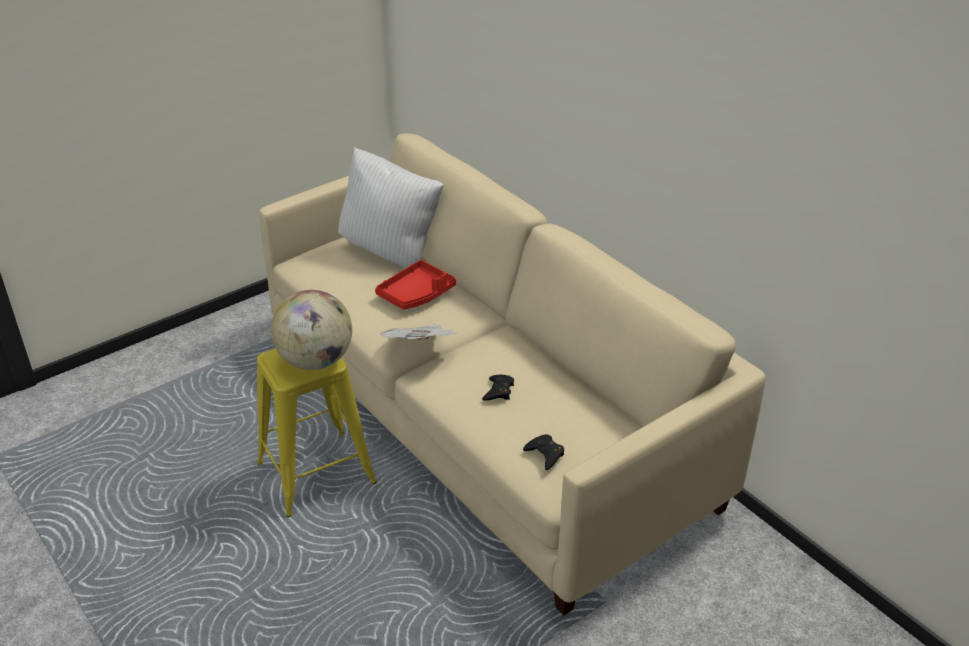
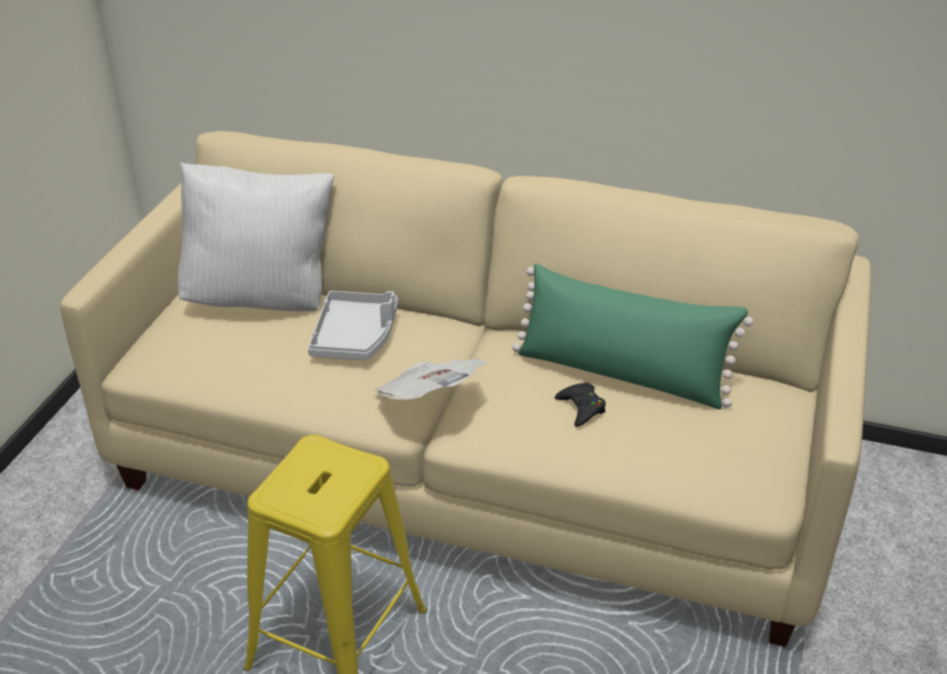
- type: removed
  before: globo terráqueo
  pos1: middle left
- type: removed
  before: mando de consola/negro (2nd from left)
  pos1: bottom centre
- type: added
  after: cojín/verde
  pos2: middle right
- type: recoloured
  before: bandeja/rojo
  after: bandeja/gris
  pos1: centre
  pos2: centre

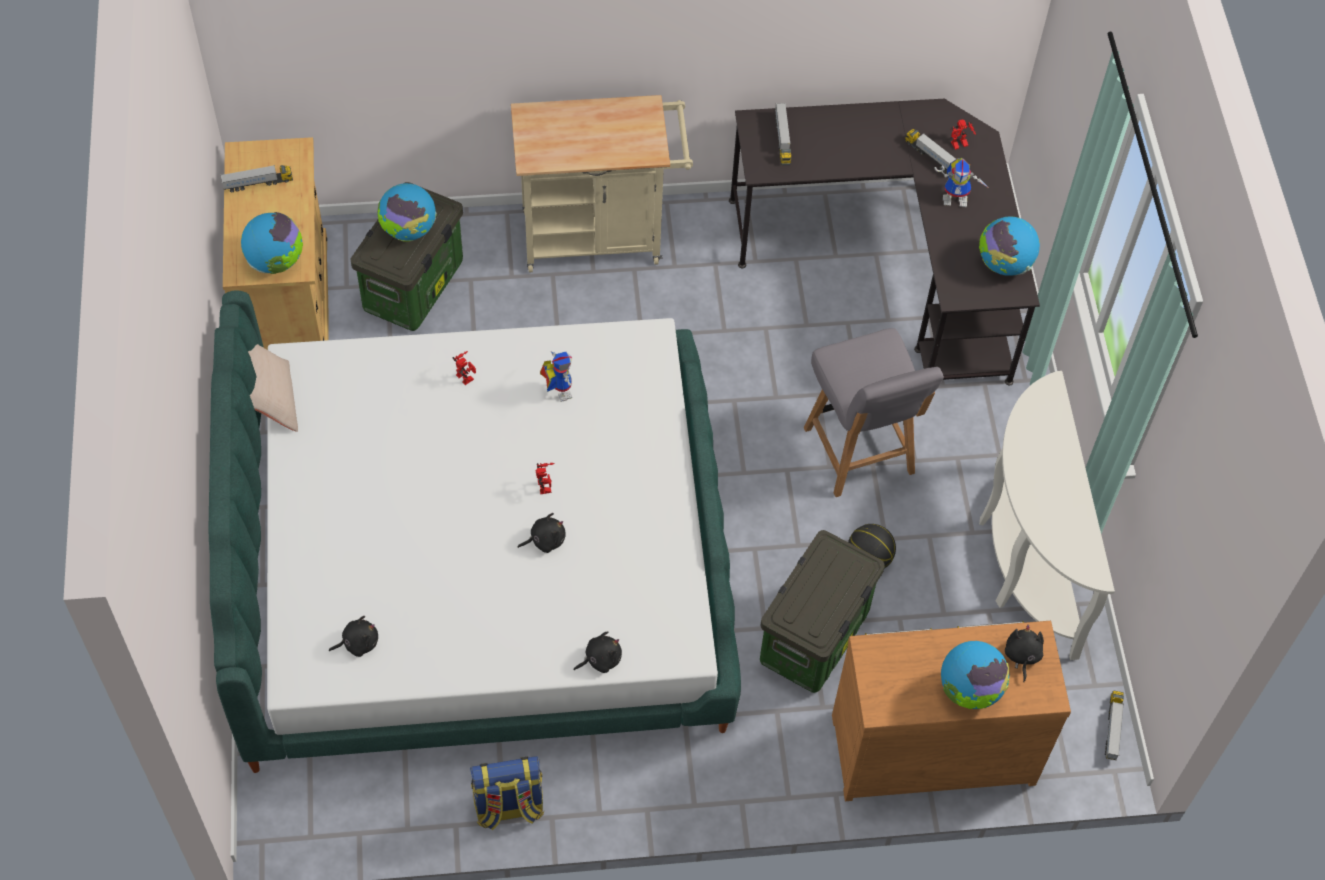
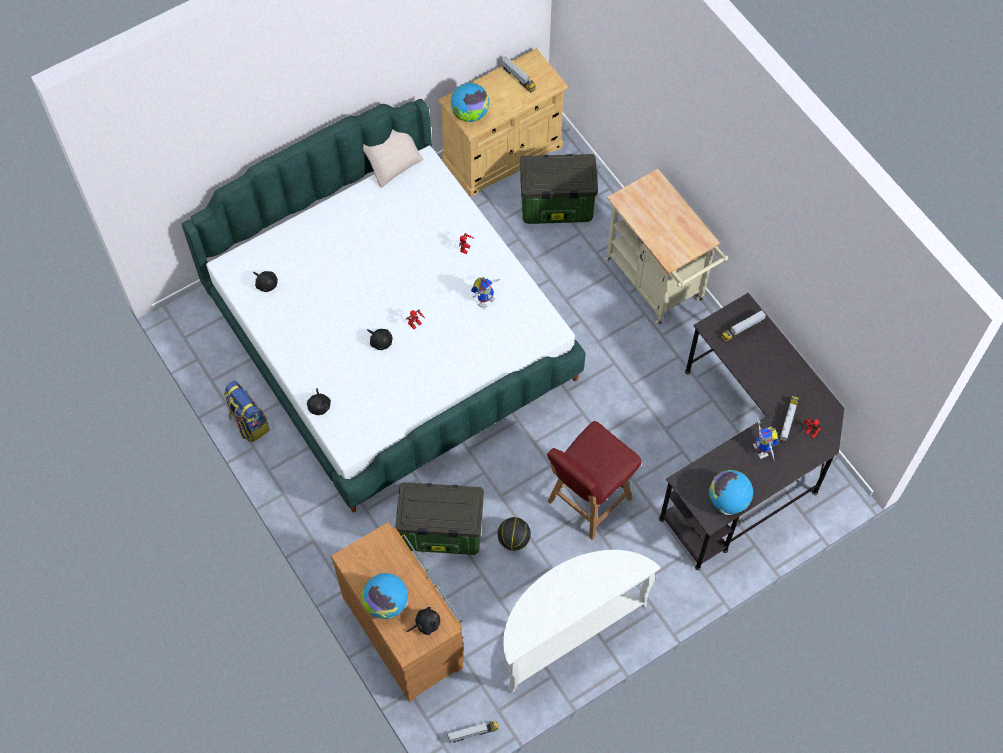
- type: removed
  before: globo terráqueo (2nd from left)
  pos1: top left
- type: recoloured
  before: silla/gris
  after: silla/rojo
  pos1: centre
  pos2: centre
- type: turned
  before: peluche/negro (3rd from left in the first image)
  pos1: bottom centre
  pos2: middle left
  turn: 45

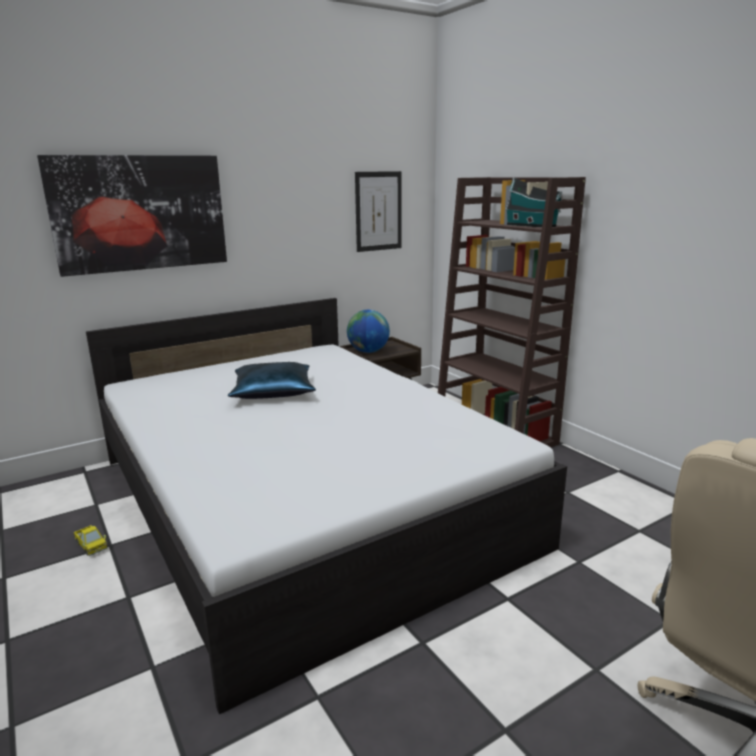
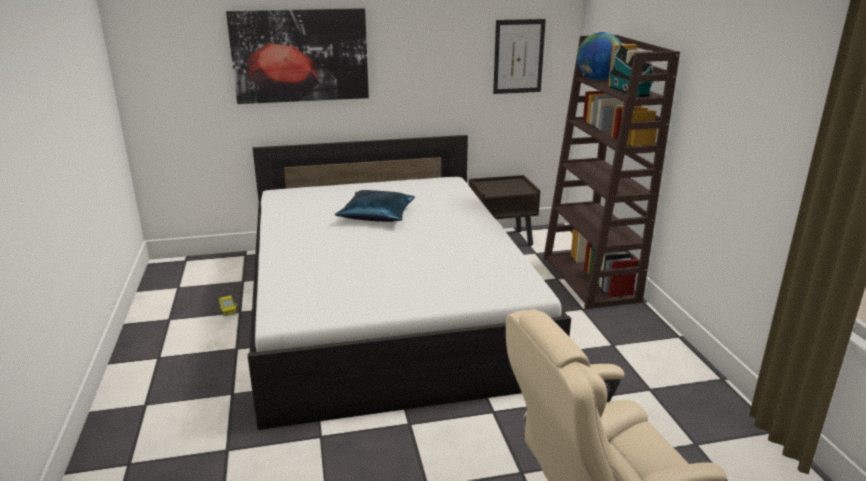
- type: moved
  before: globo terráqueo
  pos1: centre
  pos2: top right

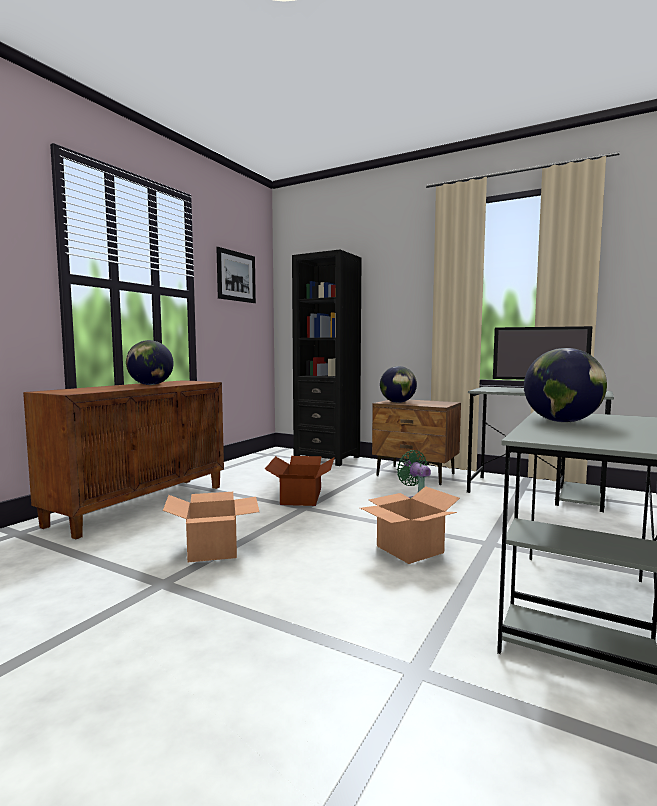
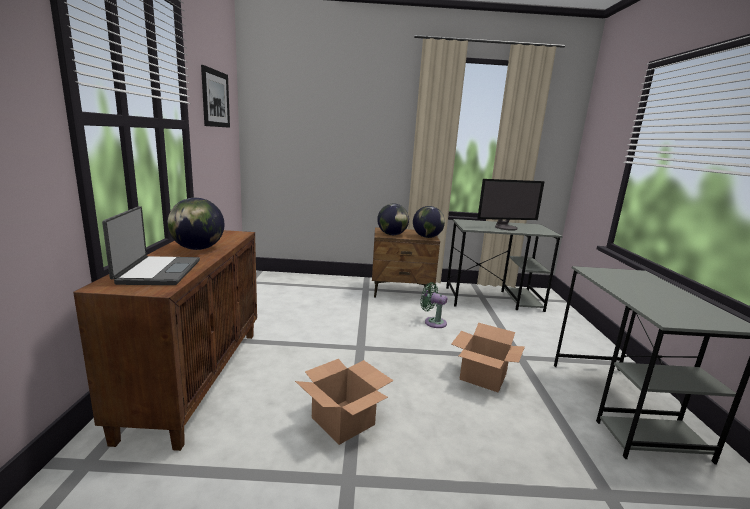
- type: removed
  before: caja de cartón (2nd from left)
  pos1: centre
- type: removed
  before: estantería/negro
  pos1: centre
- type: added
  after: portátil
  pos2: middle left
- type: moved
  before: globo terráqueo (3rd from left)
  pos1: middle right
  pos2: centre

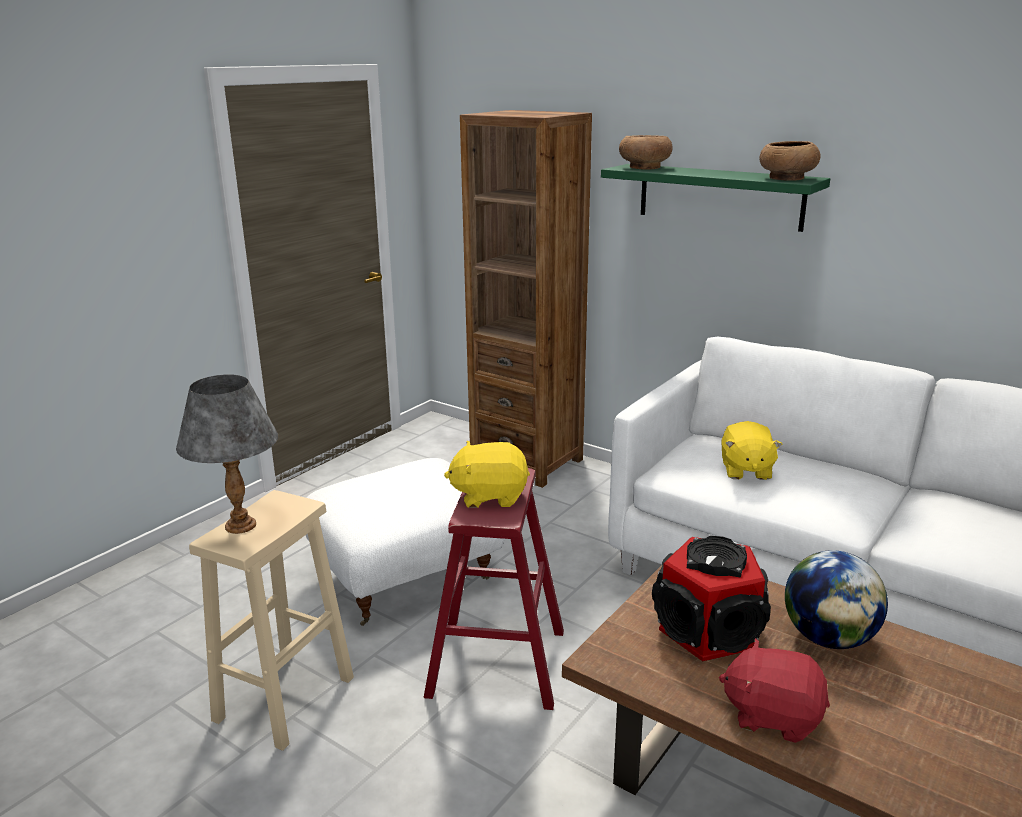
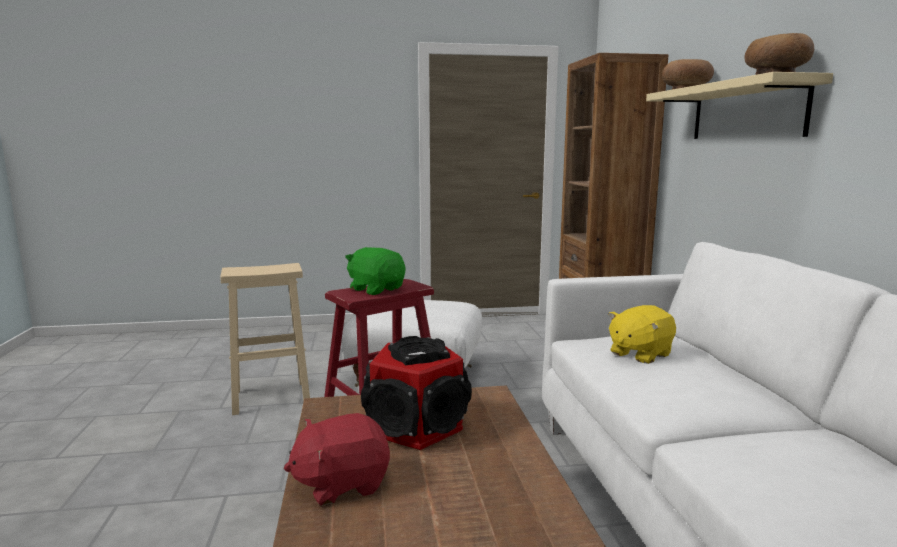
- type: removed
  before: lámpara de mesa/gris
  pos1: middle left
- type: removed
  before: globo terráqueo
  pos1: bottom right
- type: recoloured
  before: peluche/amarillo (1st from left)
  after: peluche/verde
  pos1: centre
  pos2: centre
- type: recoloured
  before: estante/verde
  after: estante/beis
  pos1: top right
  pos2: top right
- type: turned
  before: peluche/rojo
  pos1: bottom right
  pos2: bottom centre
  turn: -90

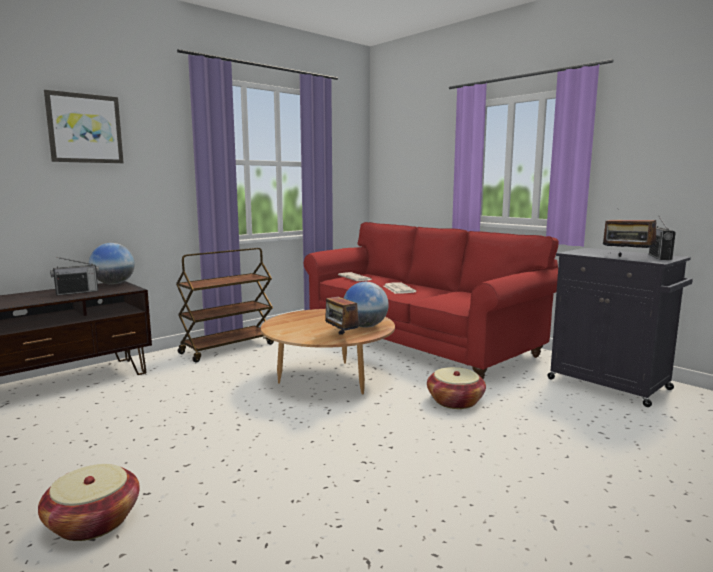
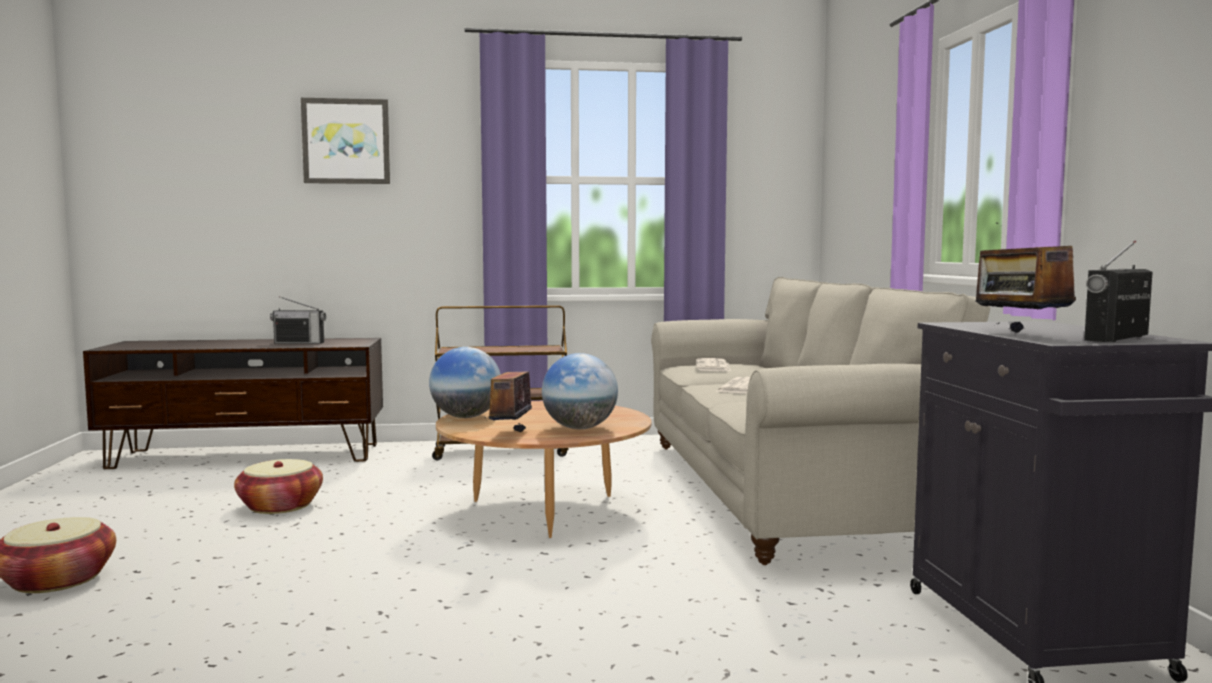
- type: moved
  before: globo terráqueo (1st from left)
  pos1: middle left
  pos2: centre
- type: moved
  before: cesta (2nd from left)
  pos1: bottom centre
  pos2: bottom left
- type: recoloured
  before: sofá/rojo
  after: sofá/beis
  pos1: centre
  pos2: middle right

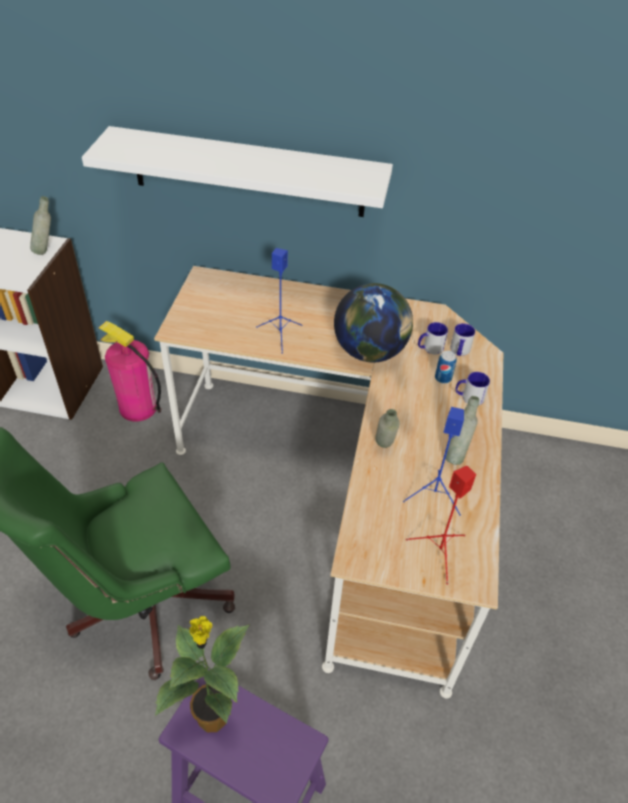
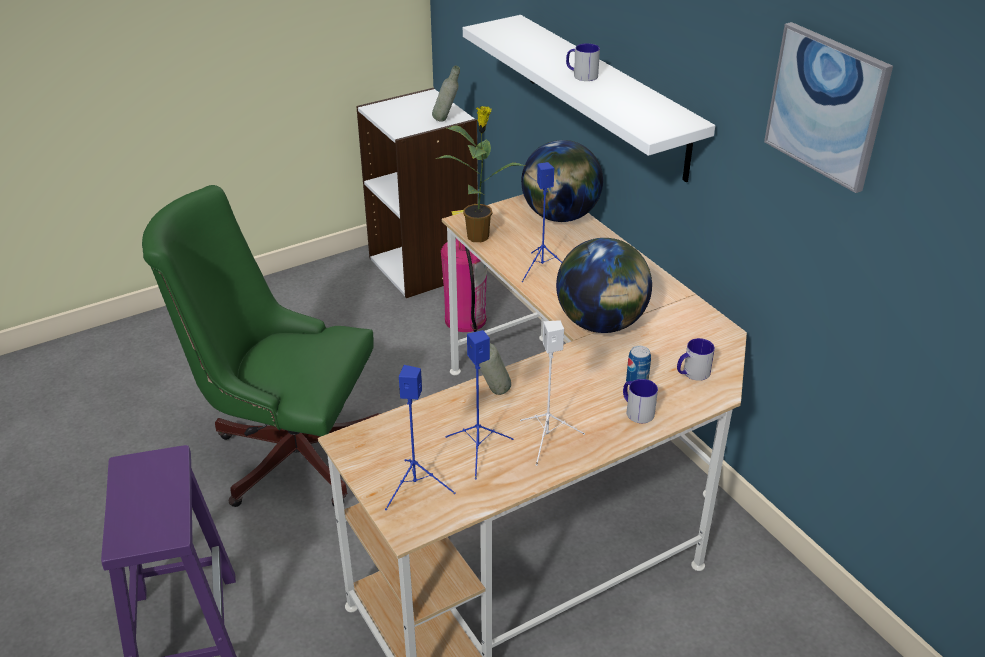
- type: added
  after: globo terráqueo (1st from left)
  pos2: top centre
- type: added
  after: cuadro
  pos2: top right
- type: moved
  before: planta en maceta
  pos1: bottom left
  pos2: top centre
- type: moved
  before: taza grande (1st from left)
  pos1: middle right
  pos2: top centre
- type: replaced
  before: botella/gris (3rd from left)
  after: altavoz/blanco
  pos1: middle right
  pos2: centre
- type: recoloured
  before: altavoz/rojo
  after: altavoz/azul (1st from left)
  pos1: middle right
  pos2: centre

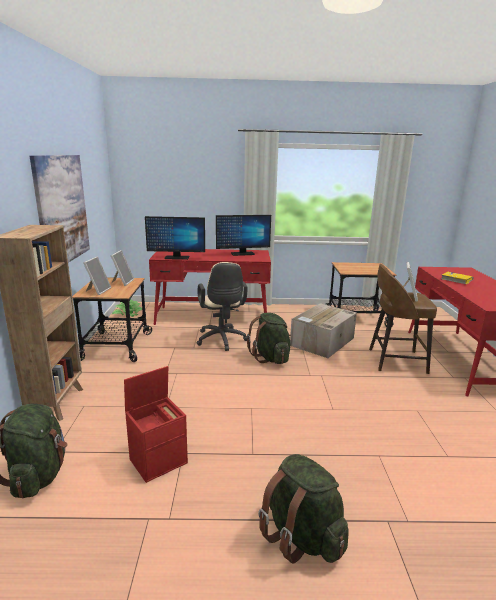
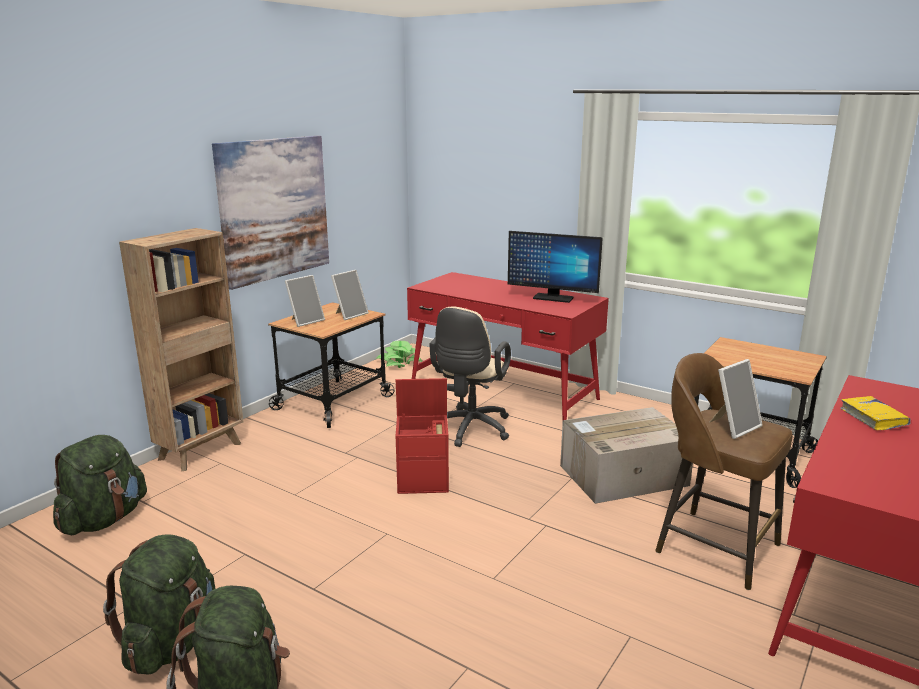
- type: removed
  before: monitor (1st from left)
  pos1: centre
- type: moved
  before: caja de almacenaje/rojo
  pos1: bottom left
  pos2: centre
- type: moved
  before: mochila/verde (2nd from left)
  pos1: centre
  pos2: bottom left

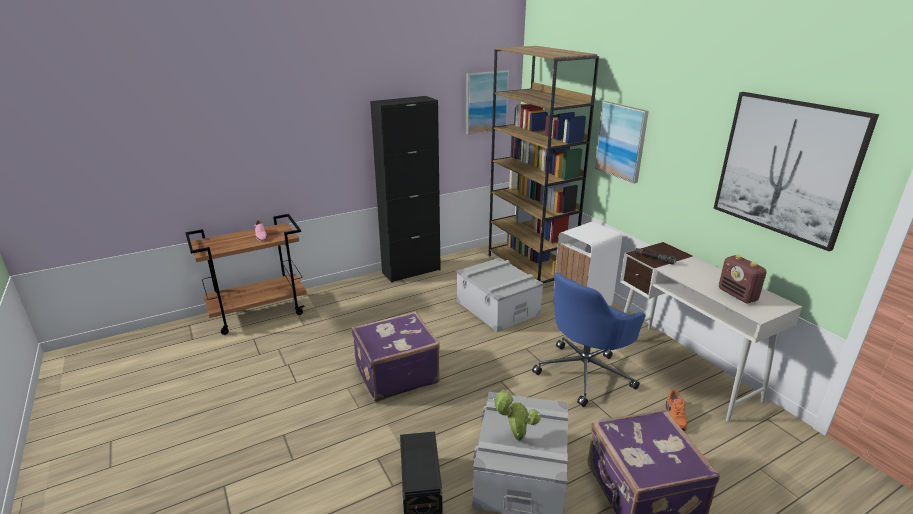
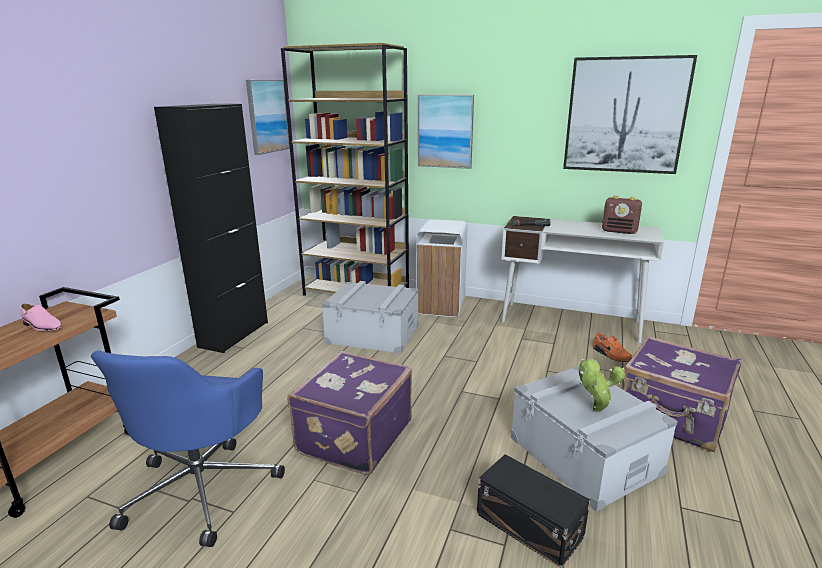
- type: moved
  before: silla de oficina/azul
  pos1: centre
  pos2: bottom left

